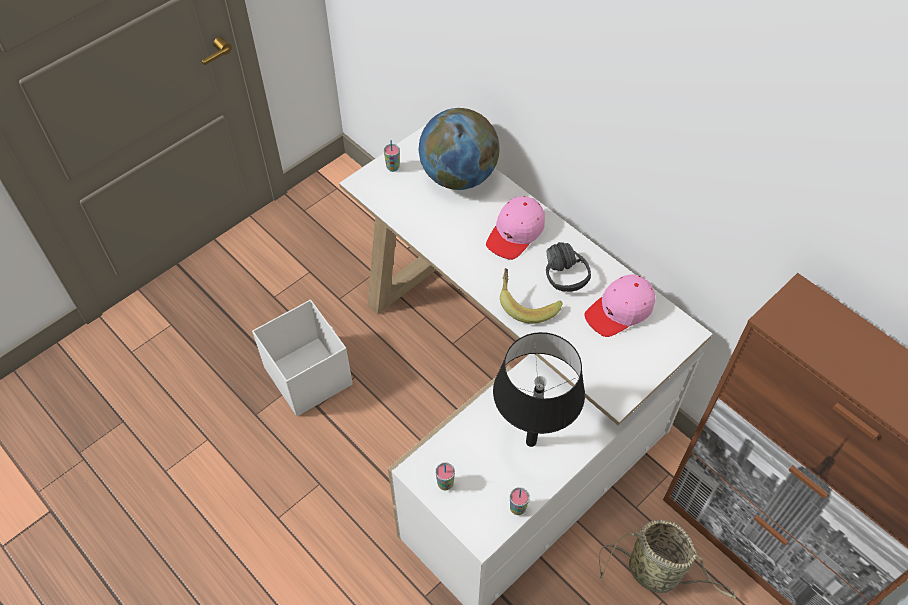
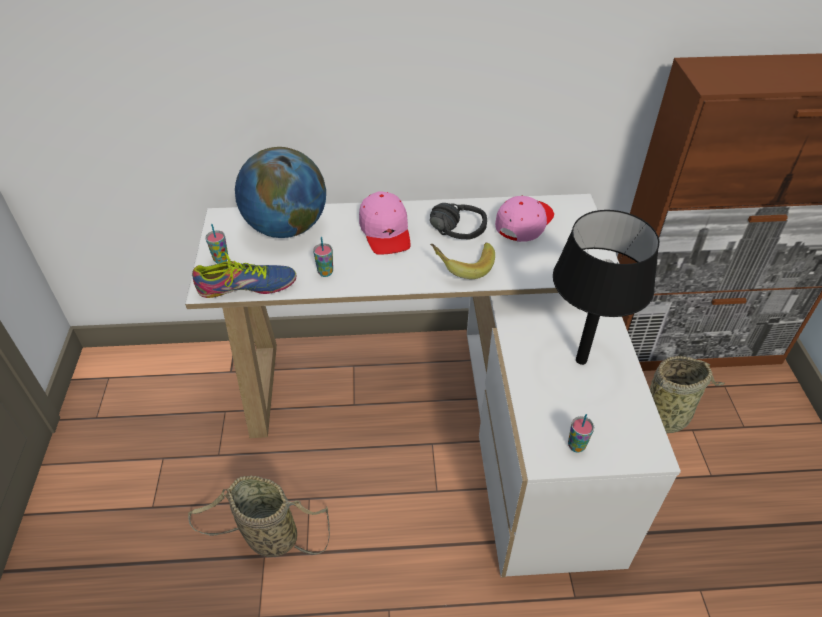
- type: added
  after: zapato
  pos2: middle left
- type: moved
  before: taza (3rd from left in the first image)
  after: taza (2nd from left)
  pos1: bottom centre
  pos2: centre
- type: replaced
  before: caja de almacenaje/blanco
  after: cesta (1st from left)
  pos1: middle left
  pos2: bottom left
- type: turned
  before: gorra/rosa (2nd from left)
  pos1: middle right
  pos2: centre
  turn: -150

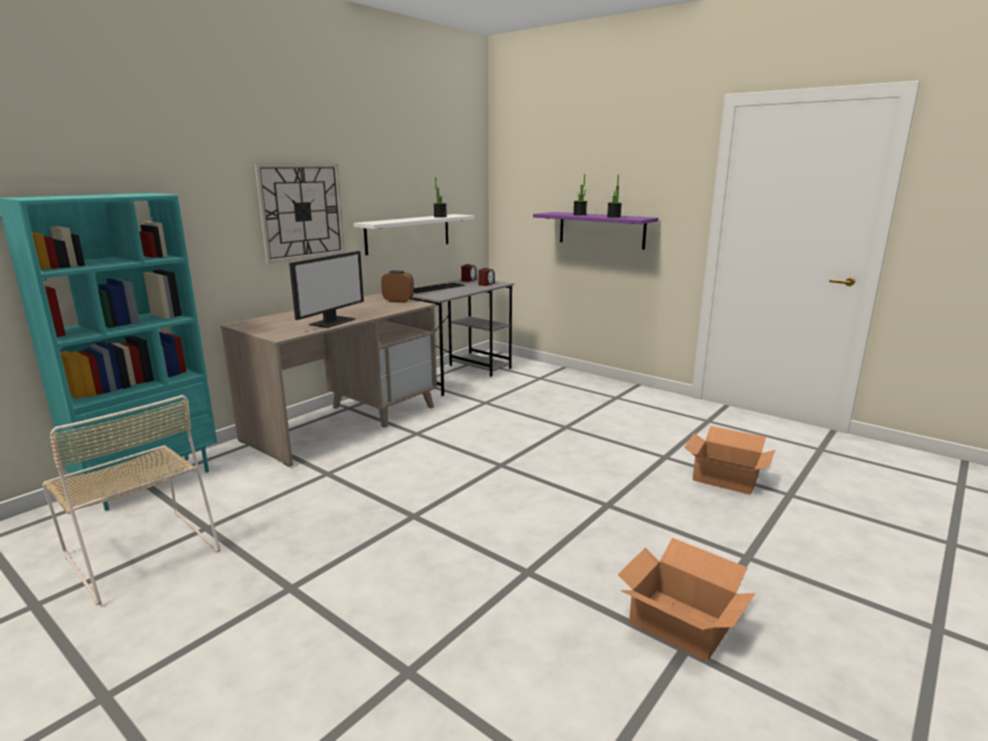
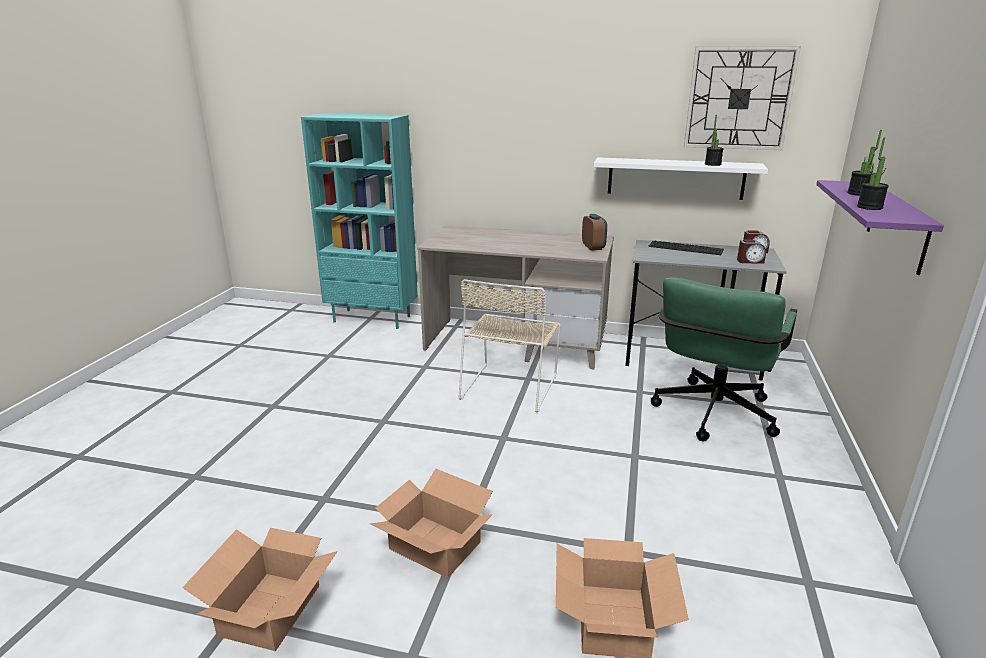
- type: removed
  before: monitor
  pos1: middle left
- type: added
  after: caja de cartón (2nd from left)
  pos2: bottom centre
- type: added
  after: silla de oficina/verde
  pos2: middle right
- type: moved
  before: silla/beis
  pos1: bottom left
  pos2: centre
- type: moved
  before: reloj de pared
  pos1: top left
  pos2: top right

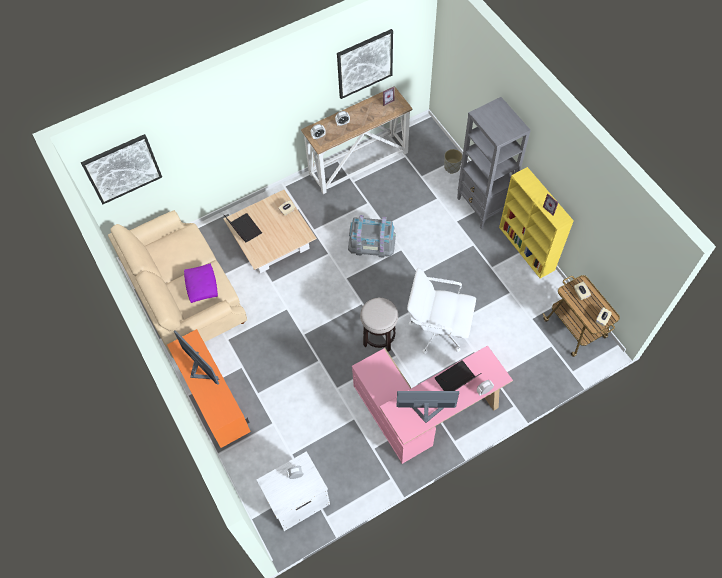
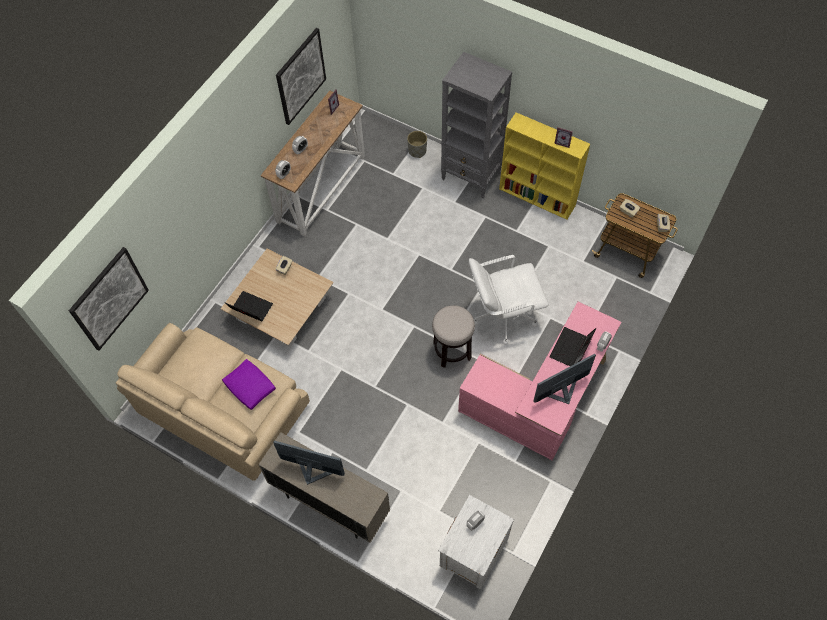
- type: removed
  before: caja de almacenaje/gris
  pos1: centre
- type: recoloured
  before: armario/naranja
  after: armario/beis
  pos1: bottom left
  pos2: bottom centre

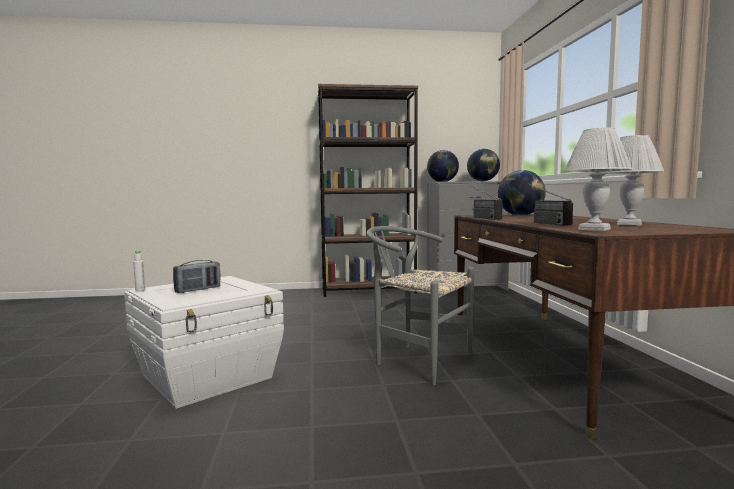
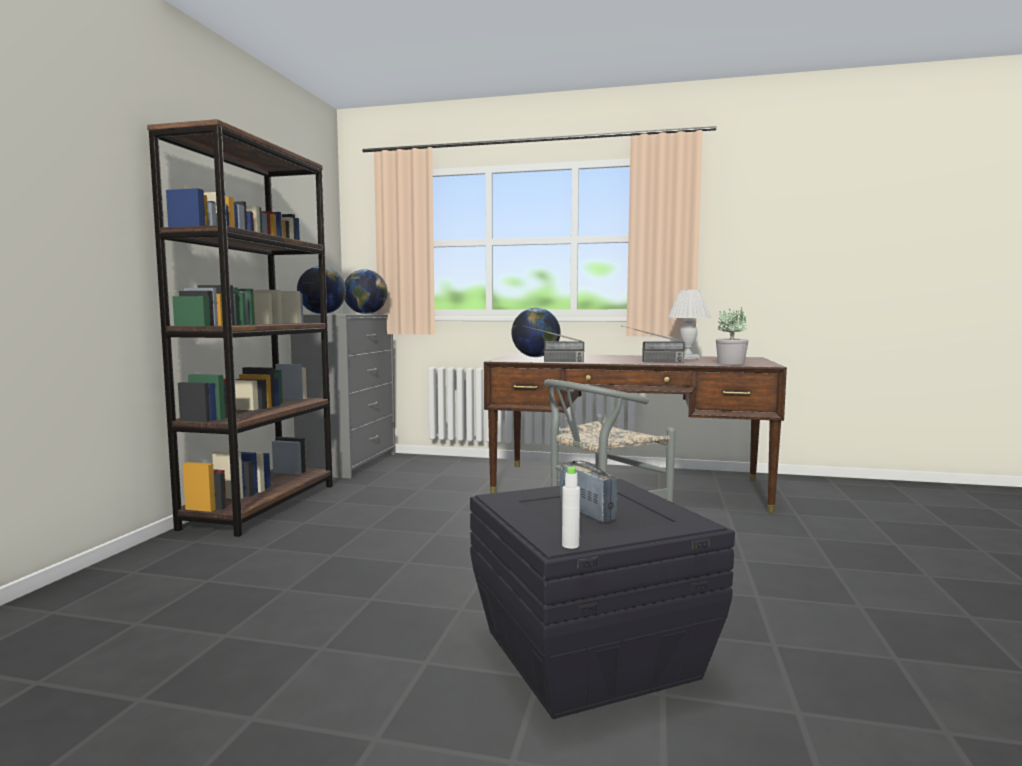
- type: replaced
  before: lámpara de mesa/blanco (1st from left)
  after: planta en maceta
  pos1: middle right
  pos2: middle right
- type: recoloured
  before: caja de almacenaje/blanco
  after: caja de almacenaje/negro
  pos1: bottom left
  pos2: bottom centre

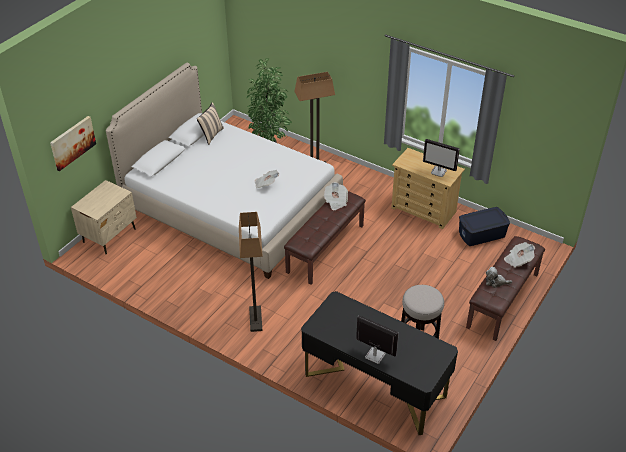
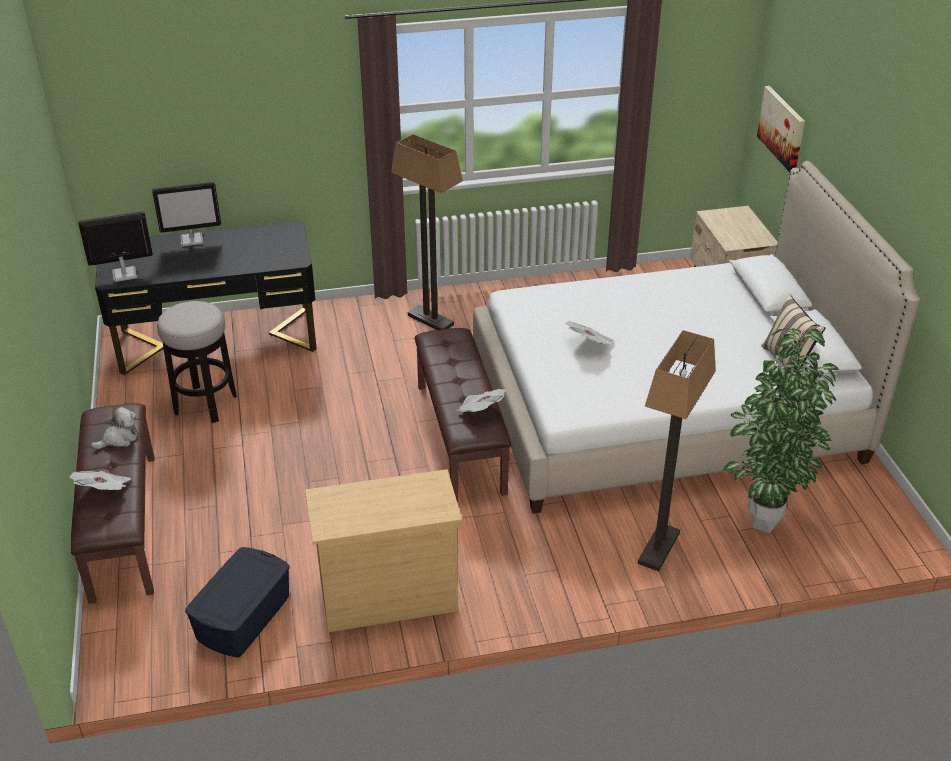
- type: moved
  before: monitor (2nd from left in the first image)
  after: monitor (1st from left)
  pos1: middle right
  pos2: top left

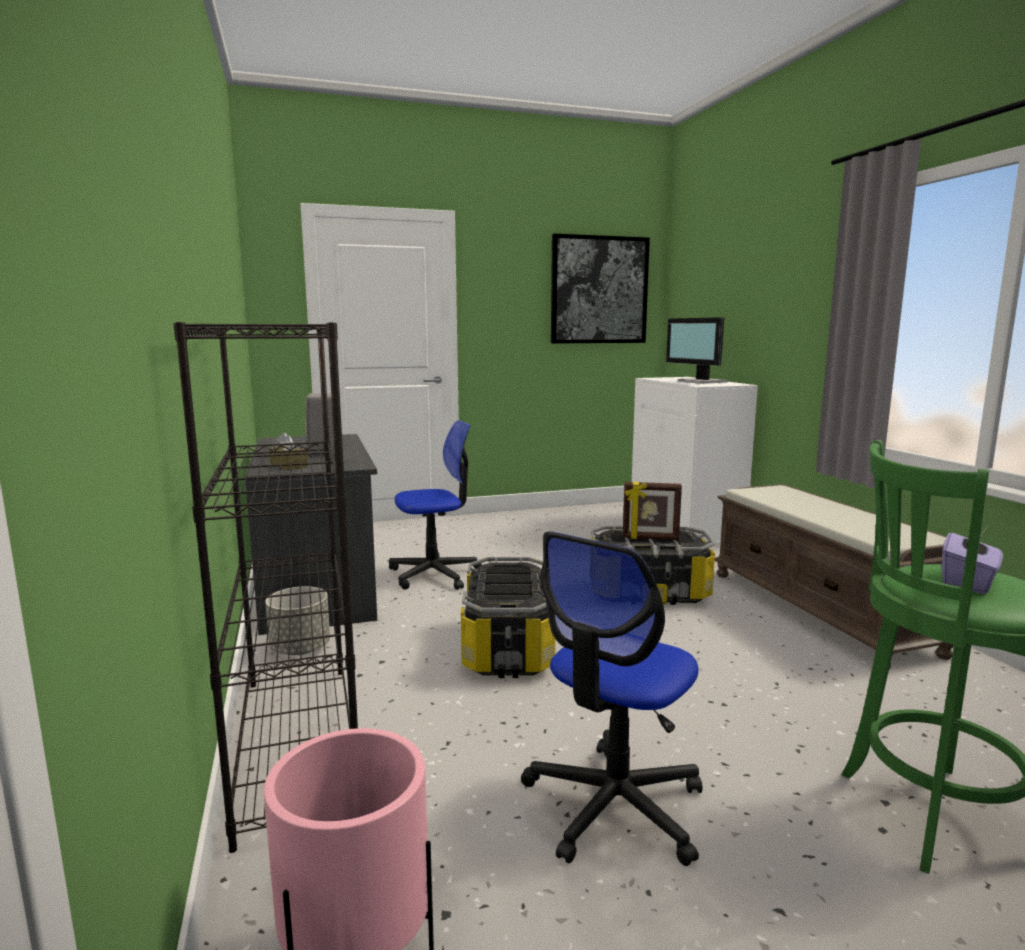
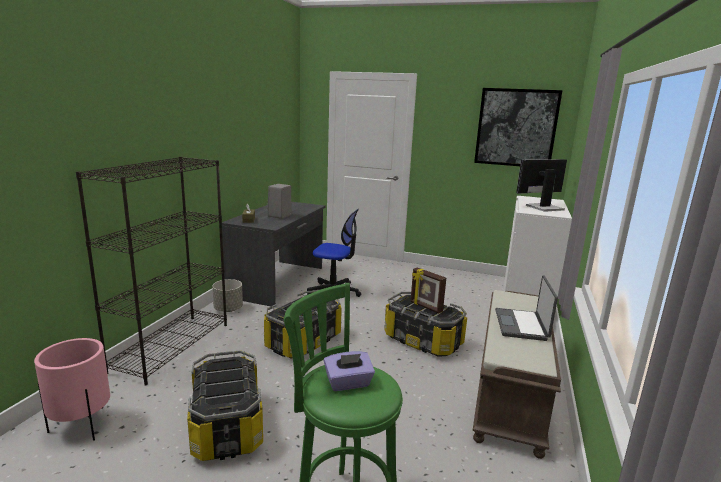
- type: added
  after: portátil
  pos2: middle right
- type: replaced
  before: silla de oficina (2nd from left)
  after: caja de almacenaje (1st from left)
  pos1: bottom centre
  pos2: bottom left
- type: turned
  before: monitor
  pos1: middle right
  pos2: middle right
  turn: 60

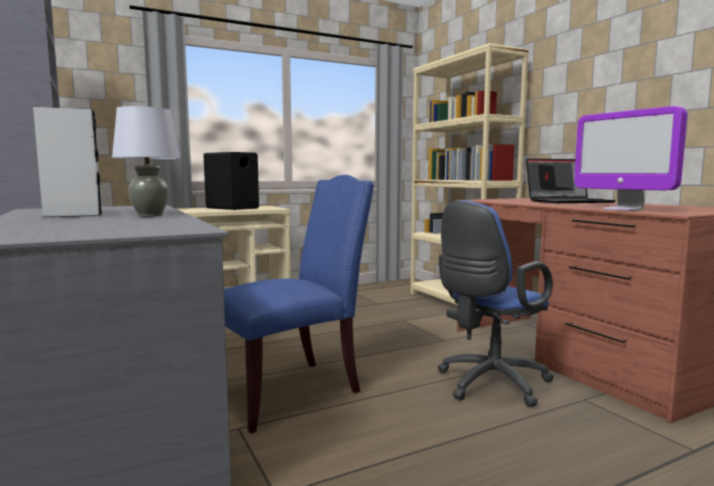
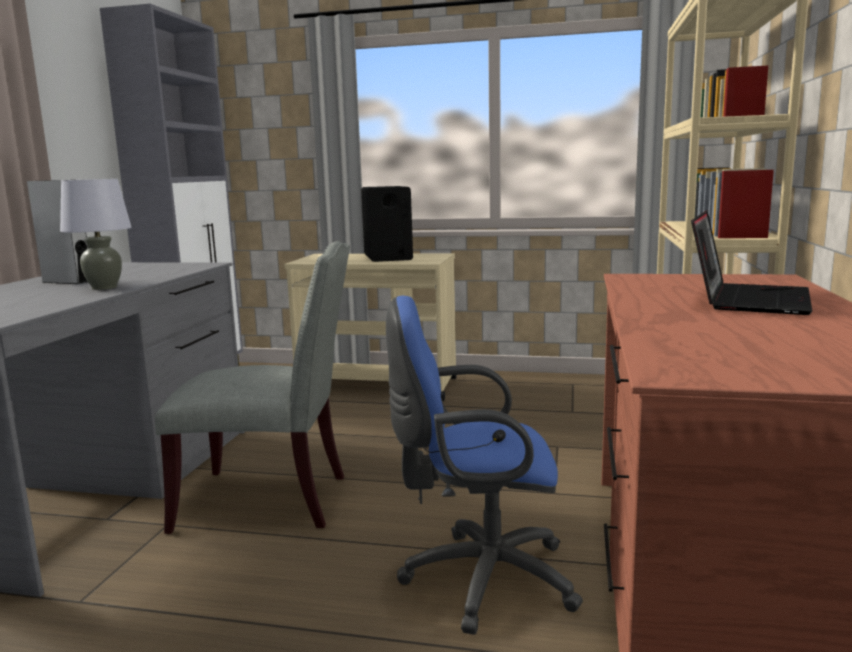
- type: removed
  before: monitor
  pos1: top right
- type: recoloured
  before: silla/azul
  after: silla/gris
  pos1: centre
  pos2: middle left
- type: turned
  before: portátil
  pos1: middle right
  pos2: middle right
  turn: -90

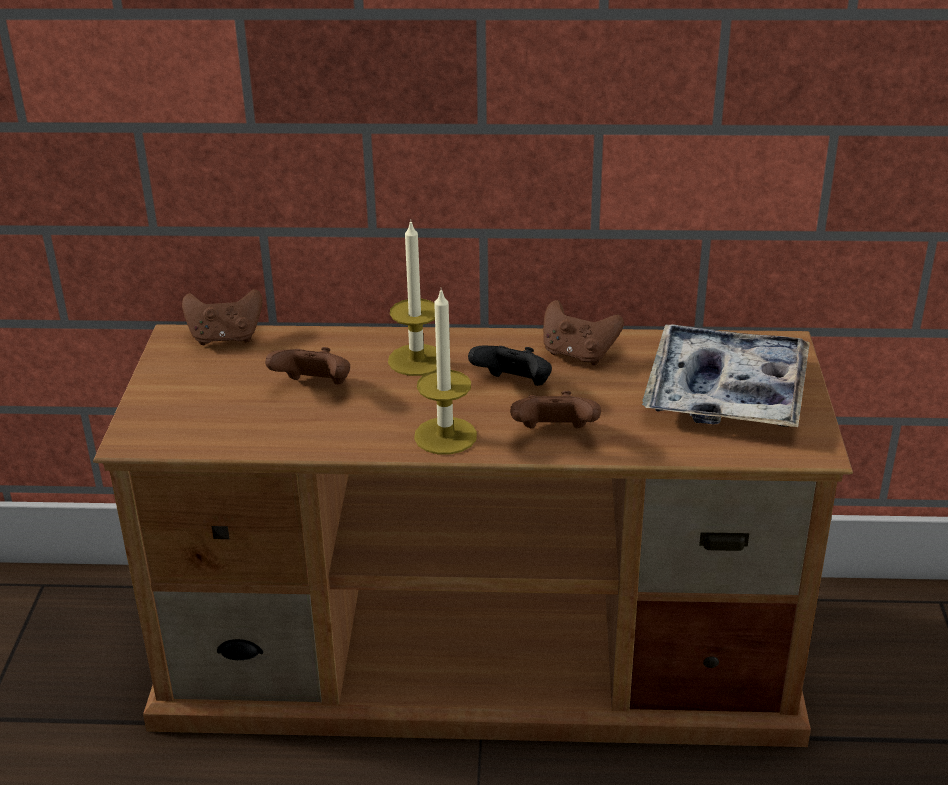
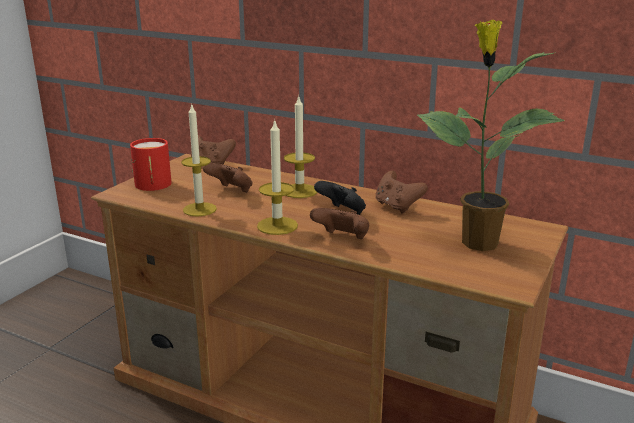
- type: added
  after: taza grande/rojo
  pos2: middle left
- type: added
  after: vela (1st from left)
  pos2: middle left
- type: replaced
  before: bandeja
  after: planta en maceta
  pos1: middle right
  pos2: top right

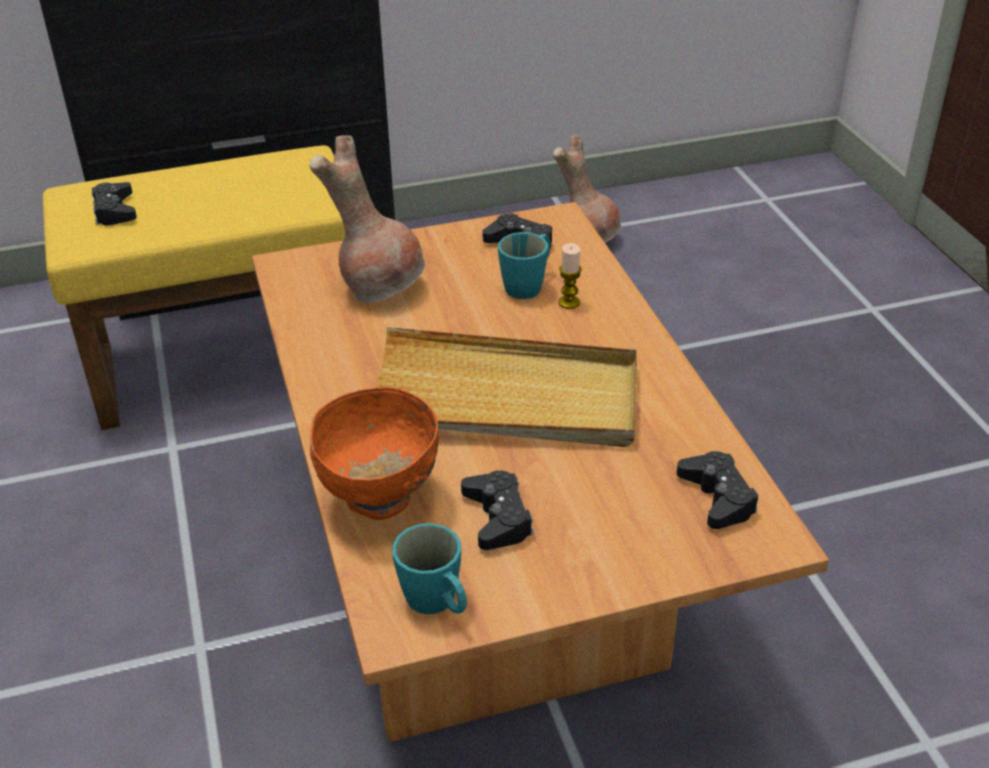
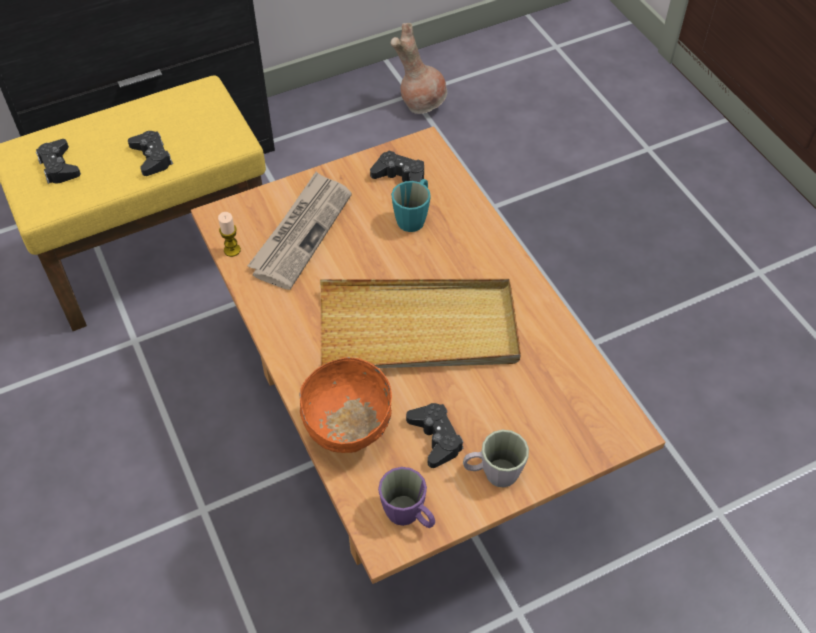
- type: added
  after: taza grande/gris
  pos2: bottom centre
- type: moved
  before: vela
  pos1: centre
  pos2: middle left
- type: moved
  before: mando de consola/negro (4th from left in the first image)
  after: mando de consola/negro (2nd from left)
  pos1: middle right
  pos2: top left
- type: replaced
  before: florero/marrón (1st from left)
  after: periódico
  pos1: top centre
  pos2: centre
- type: recoloured
  before: taza grande/turquesa (1st from left)
  after: taza grande/morado
  pos1: bottom centre
  pos2: bottom centre

